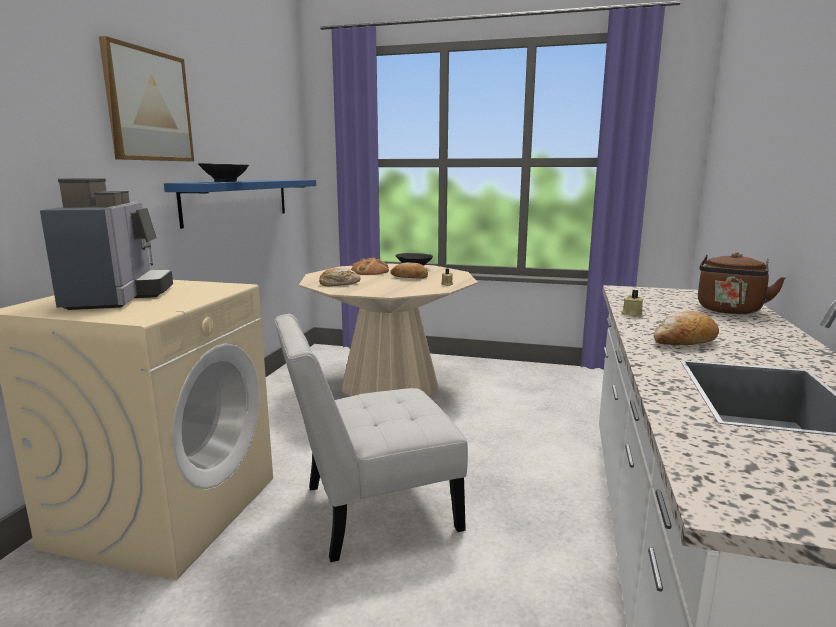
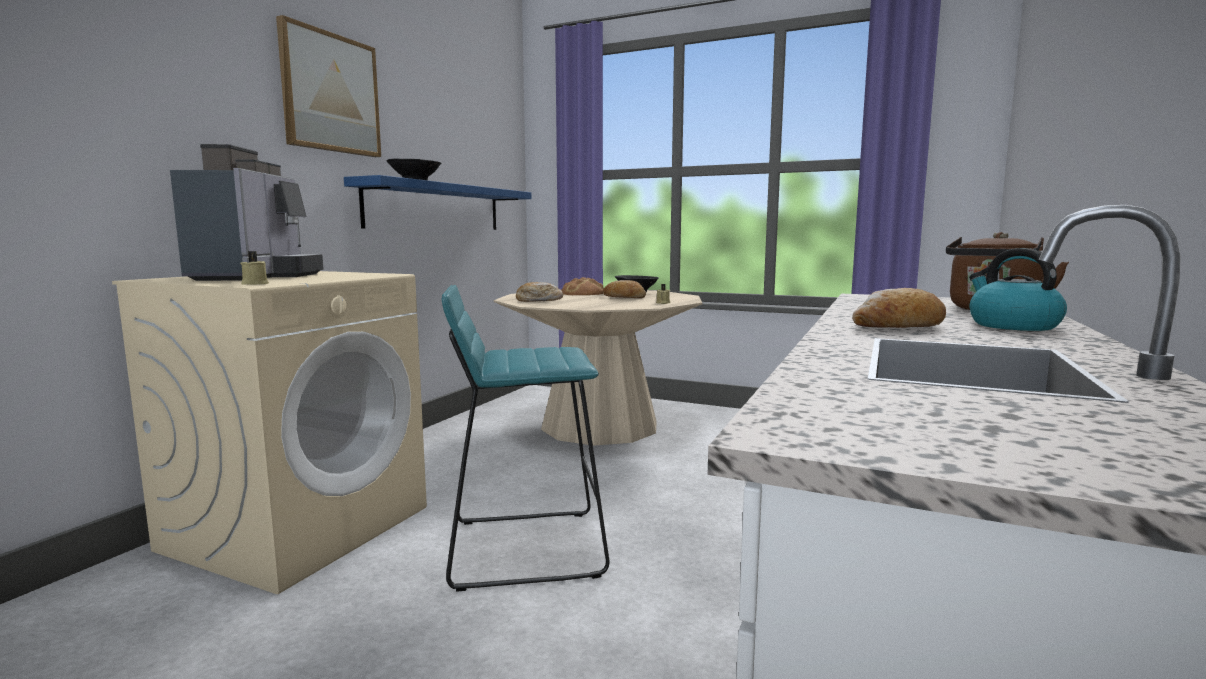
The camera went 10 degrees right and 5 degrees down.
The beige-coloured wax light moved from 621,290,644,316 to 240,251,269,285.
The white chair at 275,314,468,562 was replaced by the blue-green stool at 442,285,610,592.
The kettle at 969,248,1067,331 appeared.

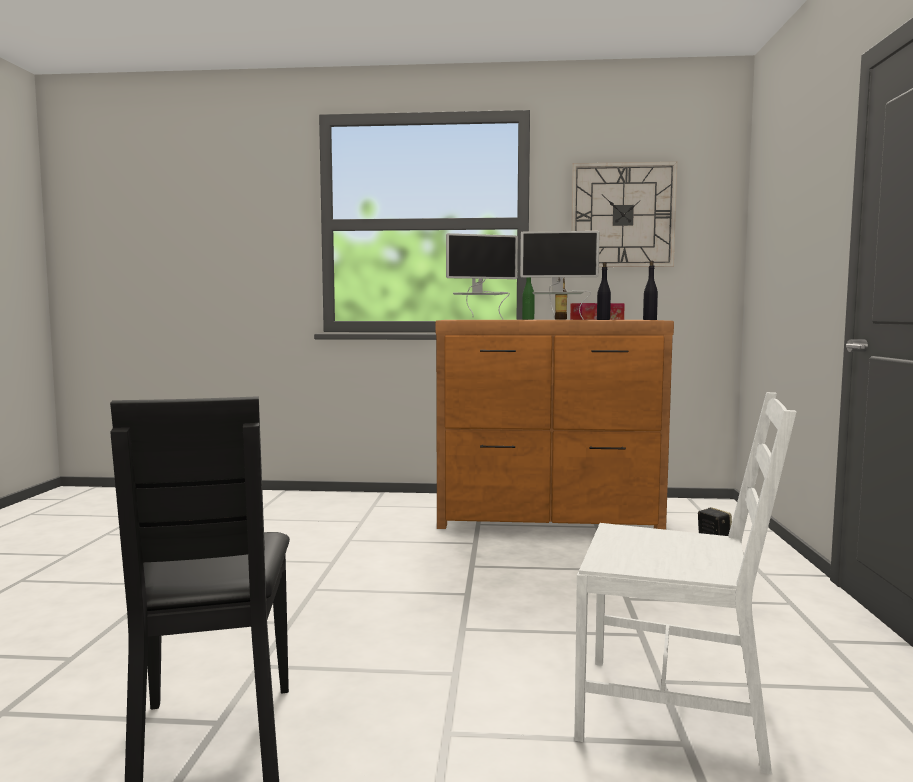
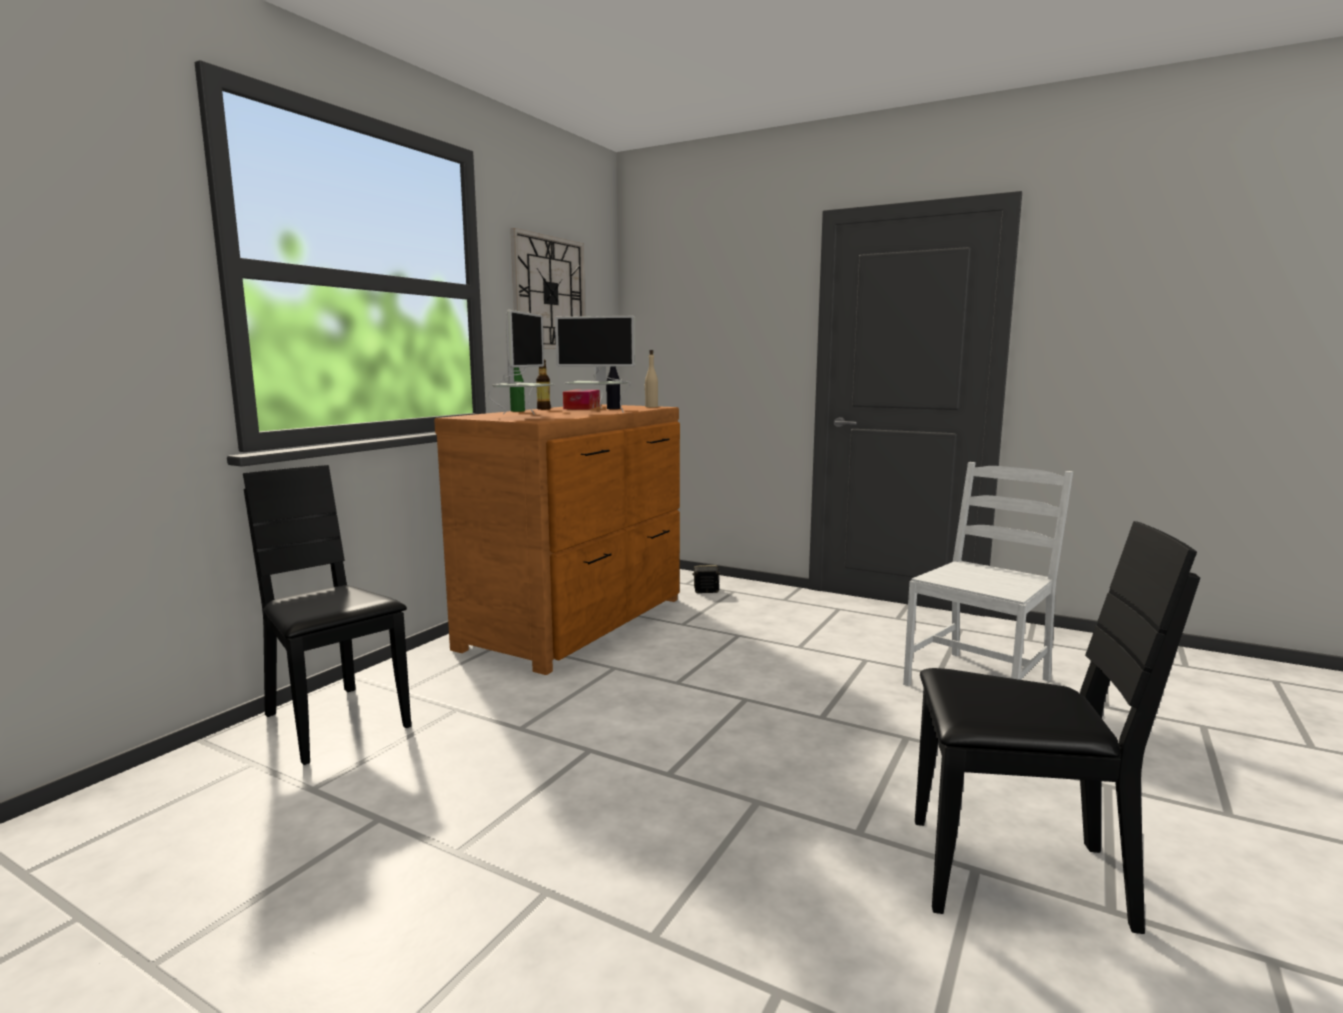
The camera went 65 degrees left and 5 degrees up.
The black chair at 243,465,411,765 appeared.
The computer display at 520,231,600,320 turned 75 degrees clockwise.
The black bottle at 643,261,658,320 became the beige-coloured bottle at 645,350,658,407.

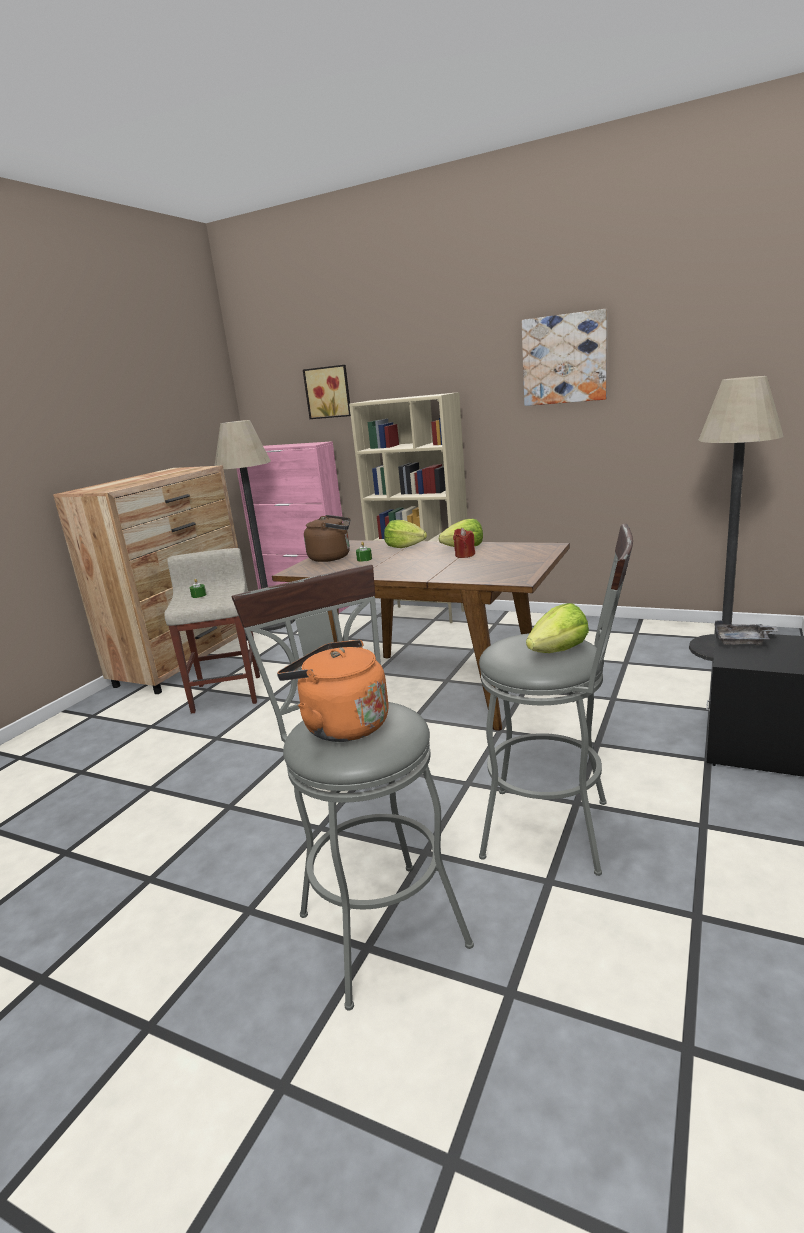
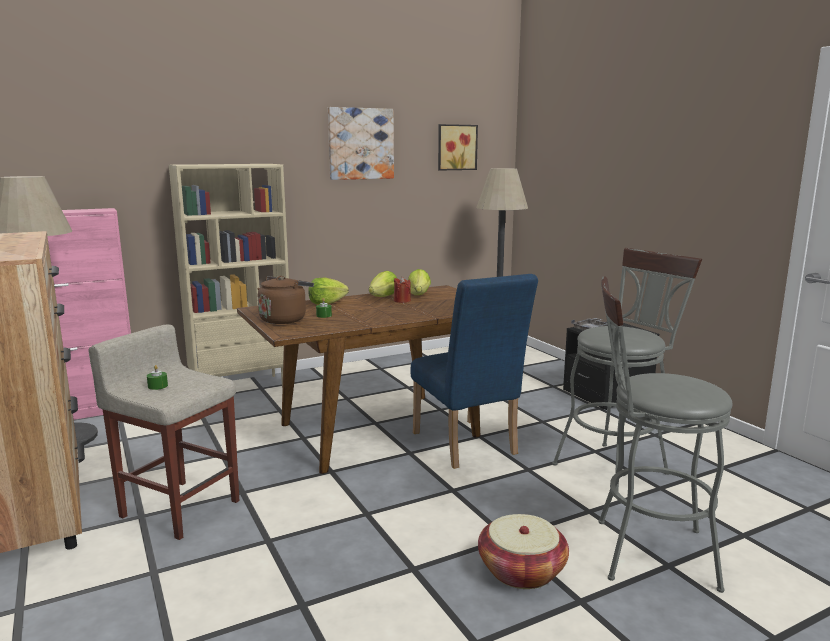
The camera went 55 degrees left and 5 degrees down.
The lettuce head moved from 526,603,589,653 to 408,269,431,295.
The blue-coloured chair at 411,274,538,469 appeared.
The wall art moved from 303,365,351,419 to 438,124,478,170.
The basket at 478,514,569,589 appeared.
The orange kettle at 277,640,389,742 disappeared.

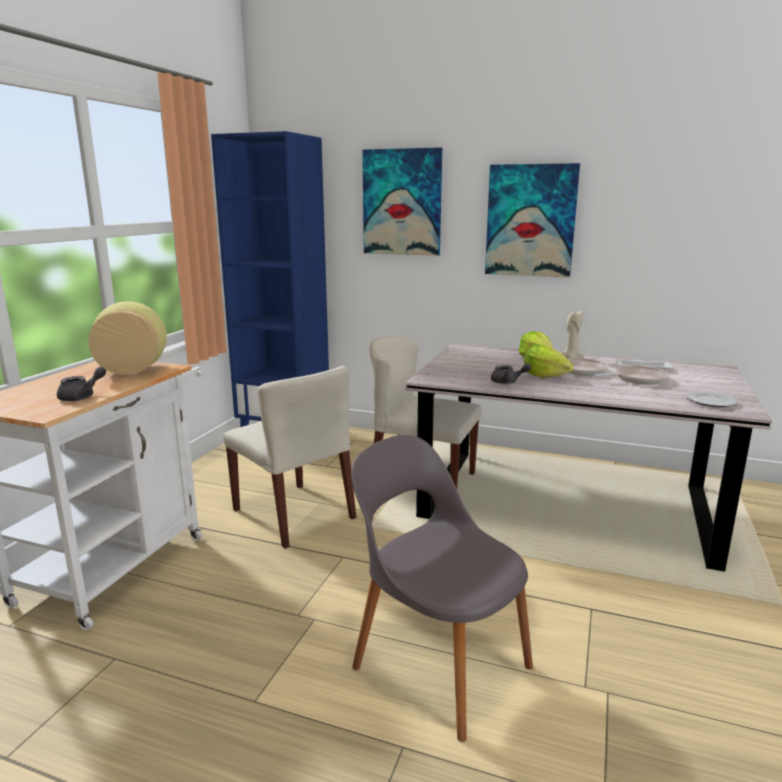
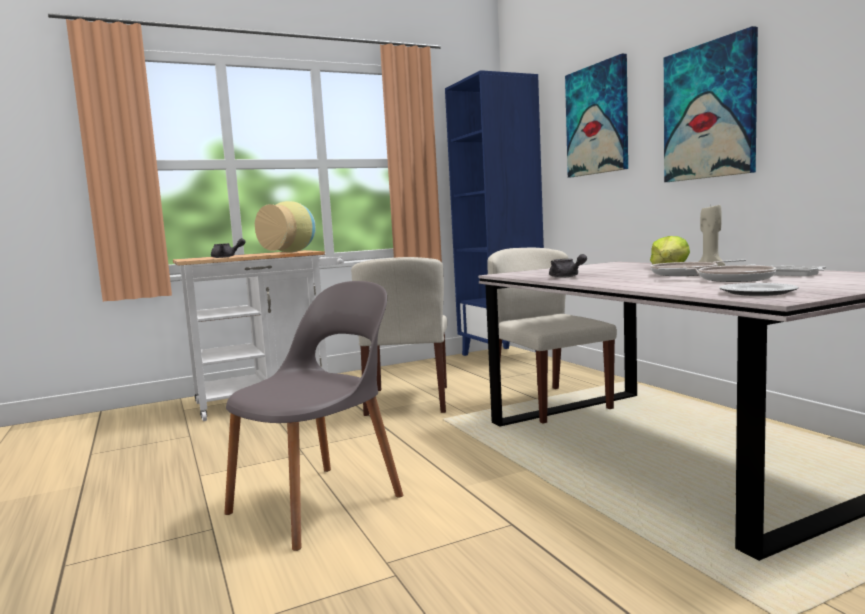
The camera went 45 degrees right and 10 degrees down.
The grey chair at 351,435,533,742 turned 45 degrees clockwise.
The lettuce head at 524,345,574,377 disappeared.

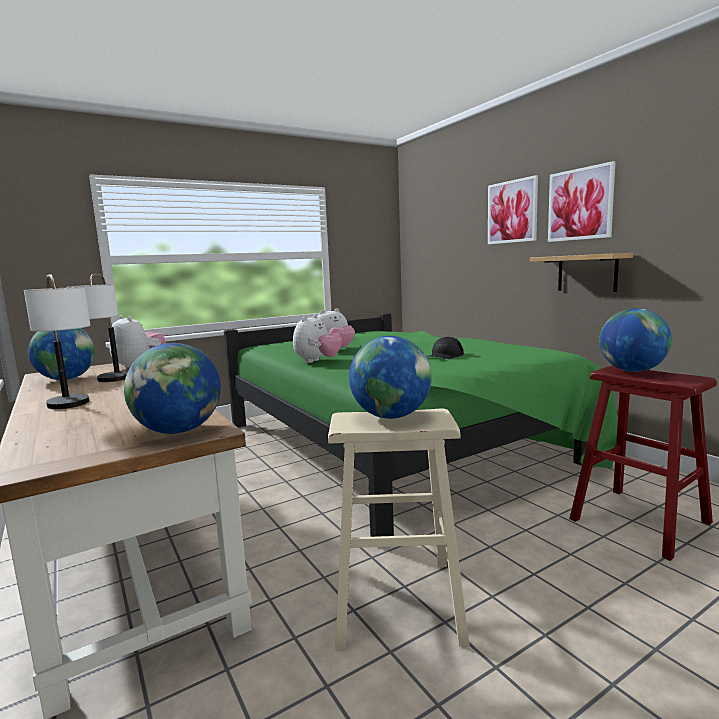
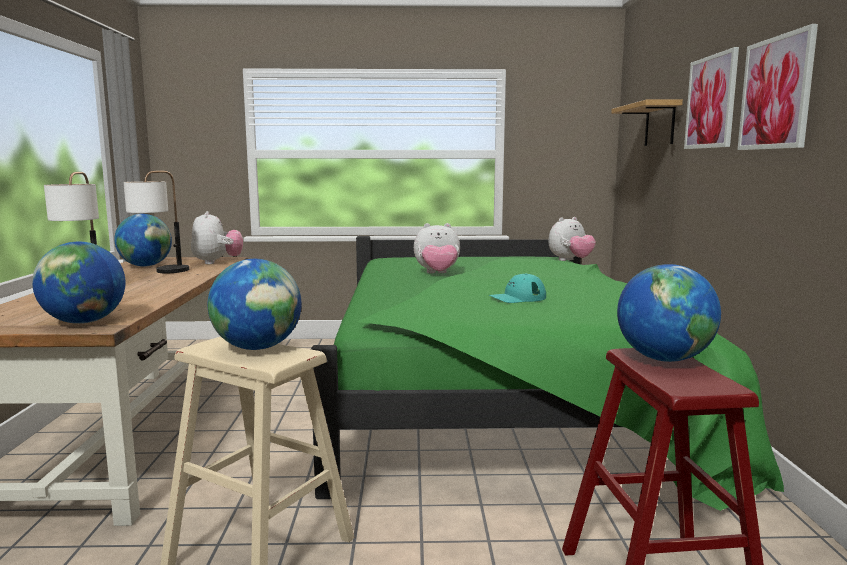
The camera went 30 degrees right and 0 degrees up.
The black cap at 426,337,464,359 became the blue-green cap at 489,274,546,303.
The soft toy moved from 293,315,342,363 to 548,217,596,261.
The bracket shelf moved from 530,253,633,292 to 611,99,683,146.

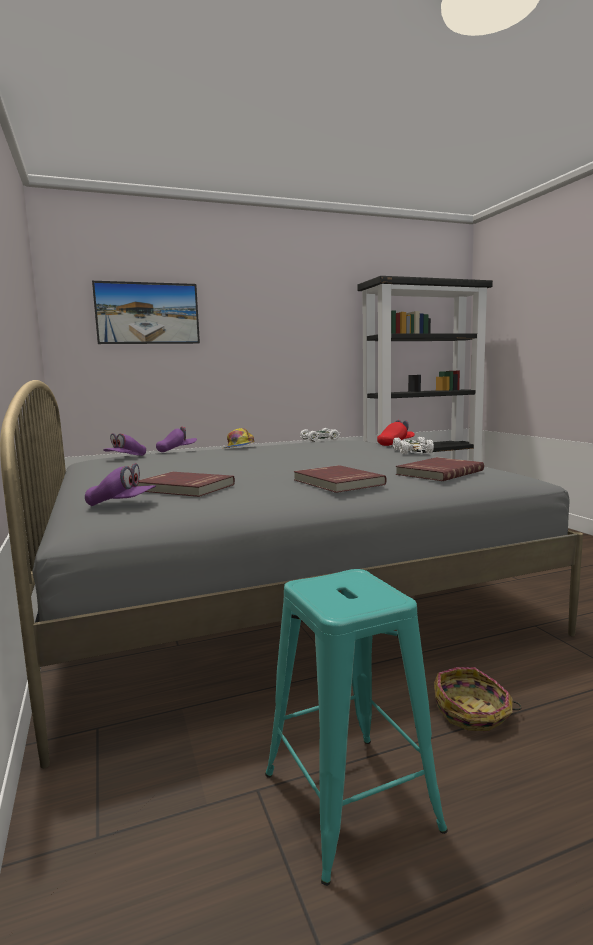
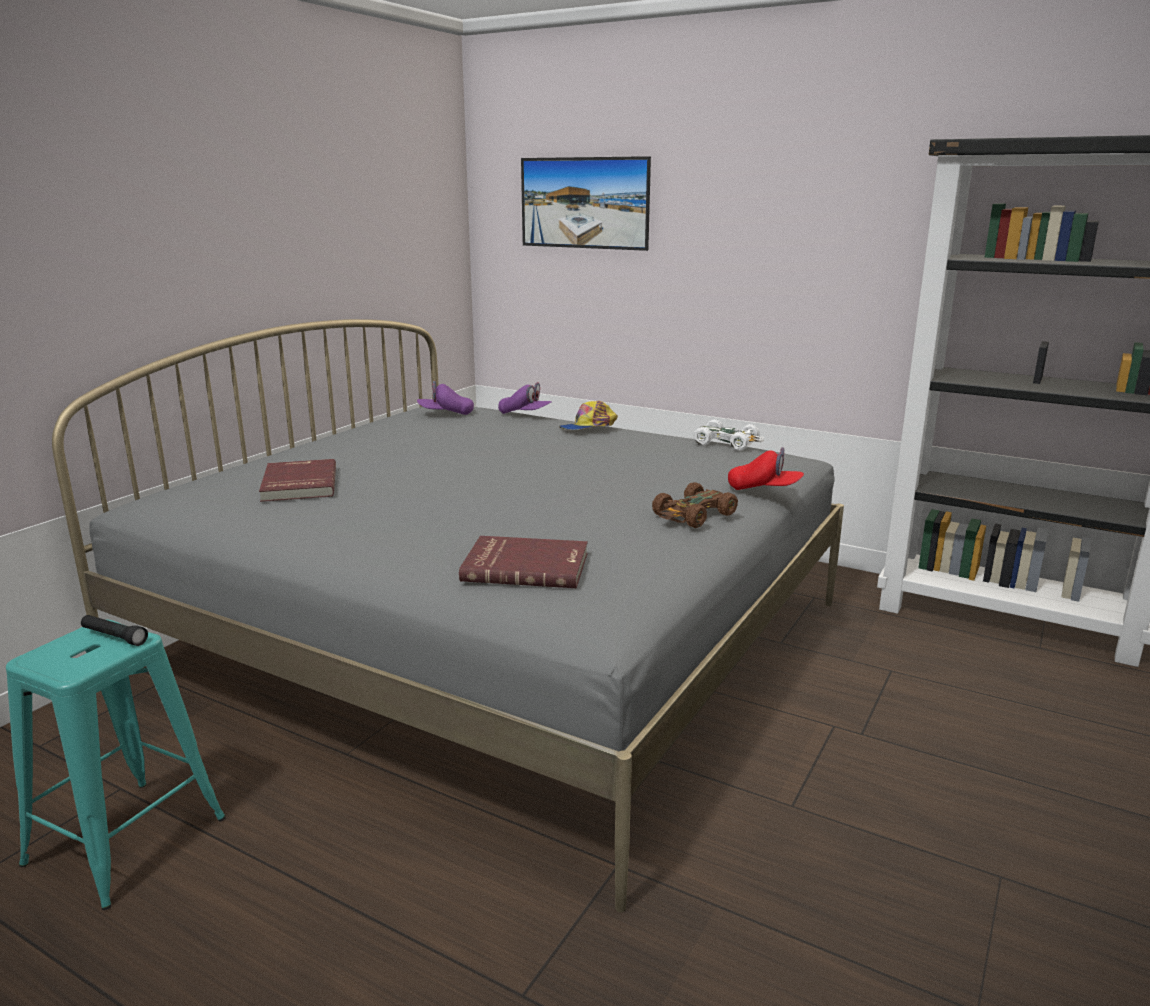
The camera went 50 degrees right and 10 degrees up.
The black hand torch at 81,615,148,646 appeared.
The white miniature car at 393,437,434,454 became the brownish miniature car at 652,482,738,528.
The purplish cap at 85,463,156,506 disappeared.
The red bound book at 294,465,387,493 disappeared.
The basket at 434,667,522,731 disappeared.

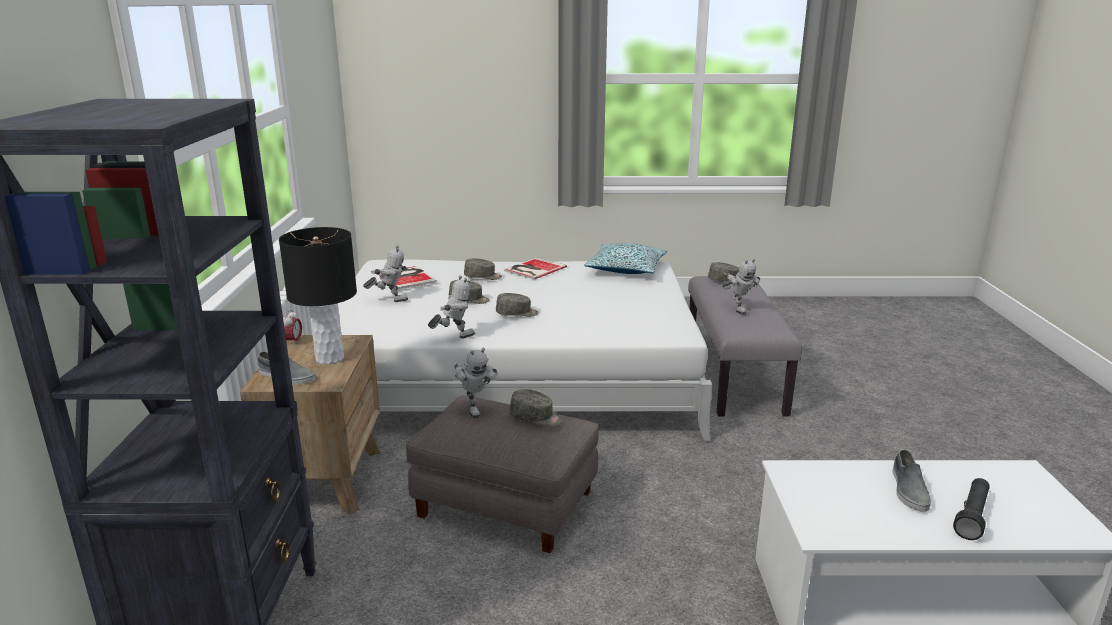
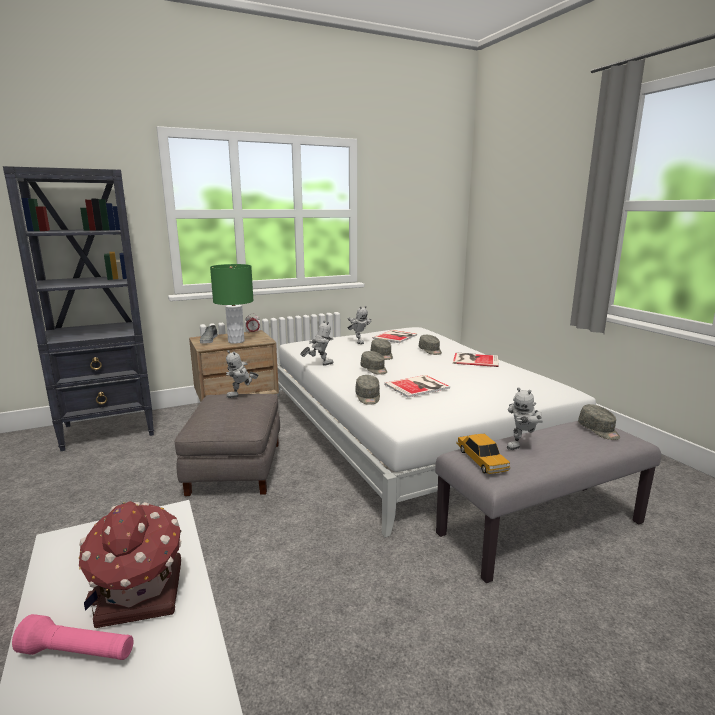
The camera went 65 degrees right and 5 degrees down.
The black hand torch at 953,478,990,540 became the pinkish hand torch at 12,614,134,660.
The grey shoe at 892,450,931,512 was replaced by the toy house at 79,501,182,628.
The black table lamp at 279,227,357,365 became the green table lamp at 210,264,254,344.
The model robot at 428,276,475,339 turned 60 degrees counterclockwise.
The grey cap moved from 510,389,562,426 to 355,375,380,405.
The bound book at 384,375,450,398 appeared.
The miniature car at 456,434,510,474 appeared.
The throw pillow at 584,243,667,274 disappeared.

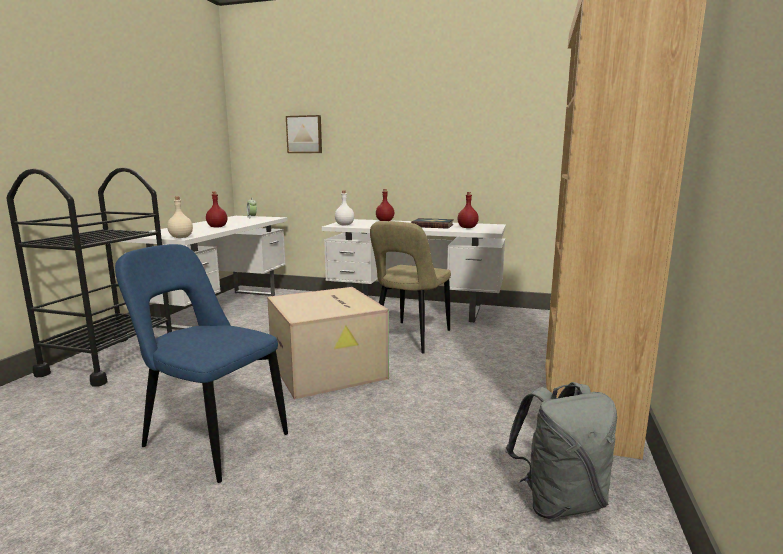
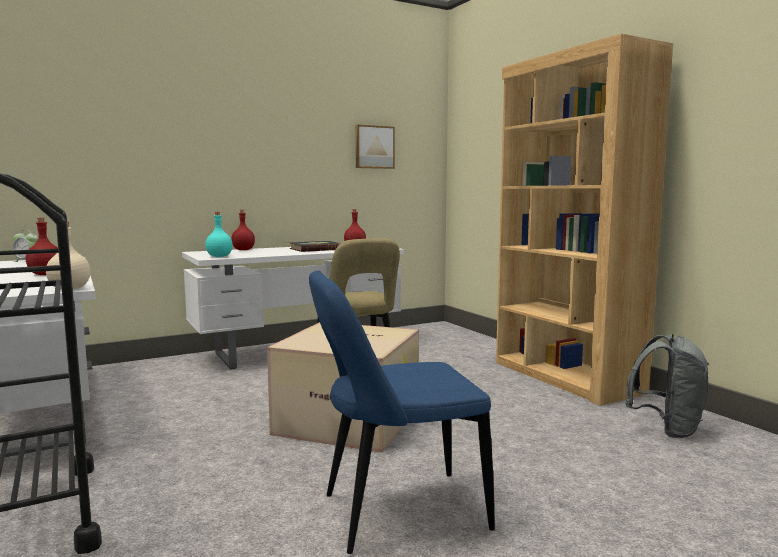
The camera went 45 degrees left and 5 degrees down.
The white bottle at 335,191,354,225 became the blue-green bottle at 205,212,233,257.
The wall art moved from 286,115,322,153 to 355,125,395,169.

